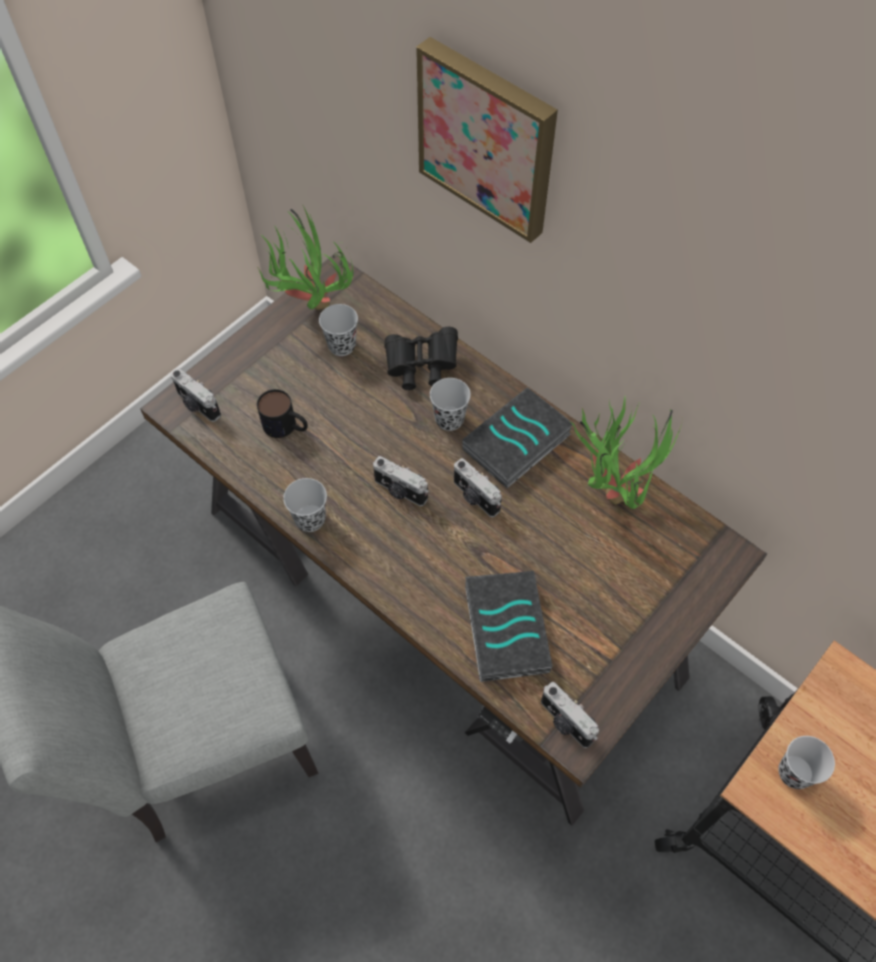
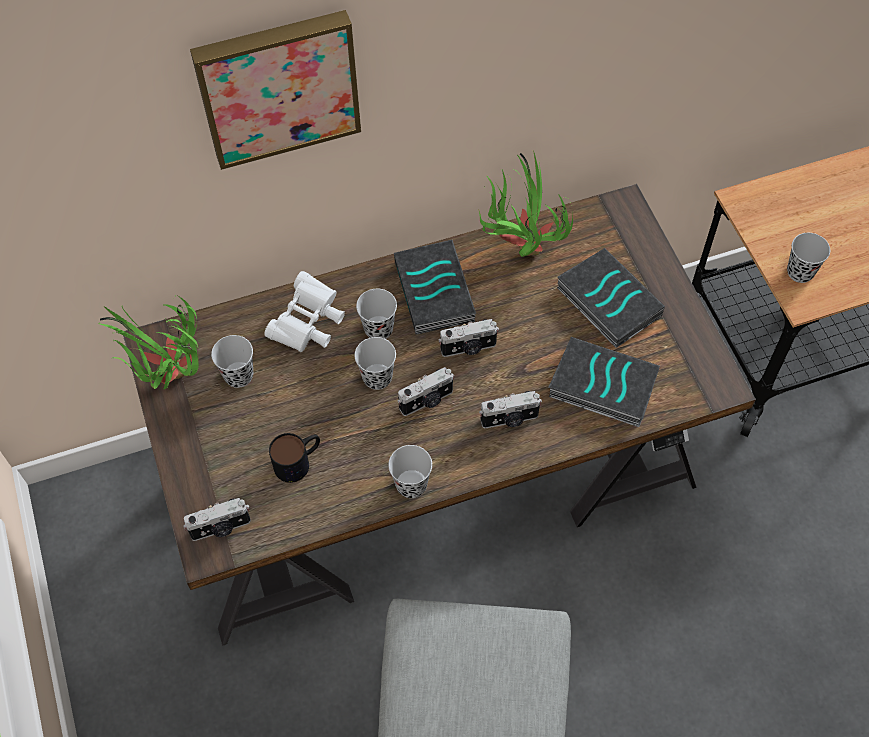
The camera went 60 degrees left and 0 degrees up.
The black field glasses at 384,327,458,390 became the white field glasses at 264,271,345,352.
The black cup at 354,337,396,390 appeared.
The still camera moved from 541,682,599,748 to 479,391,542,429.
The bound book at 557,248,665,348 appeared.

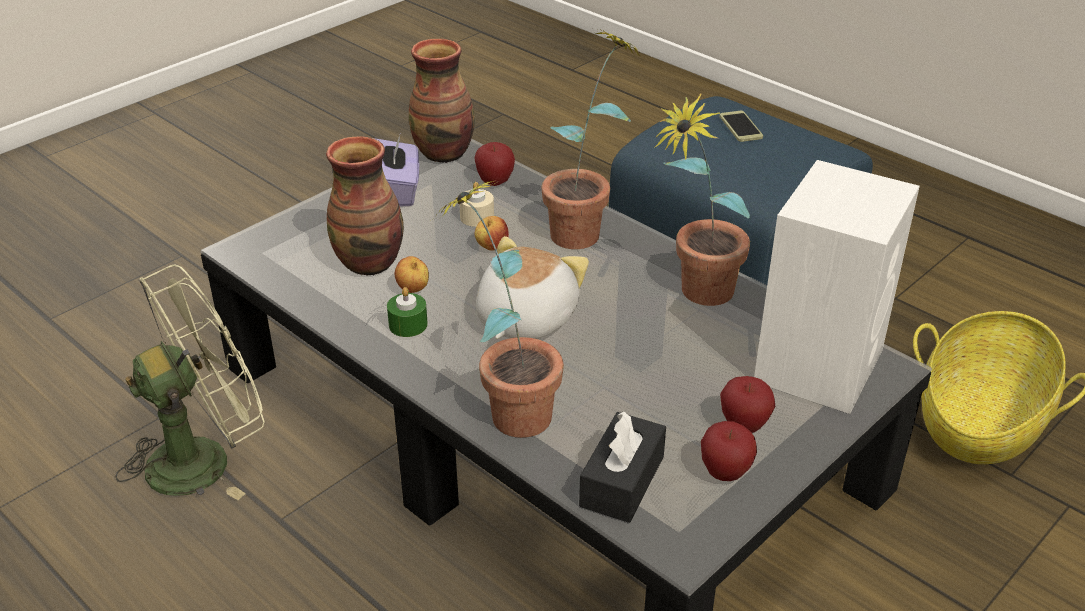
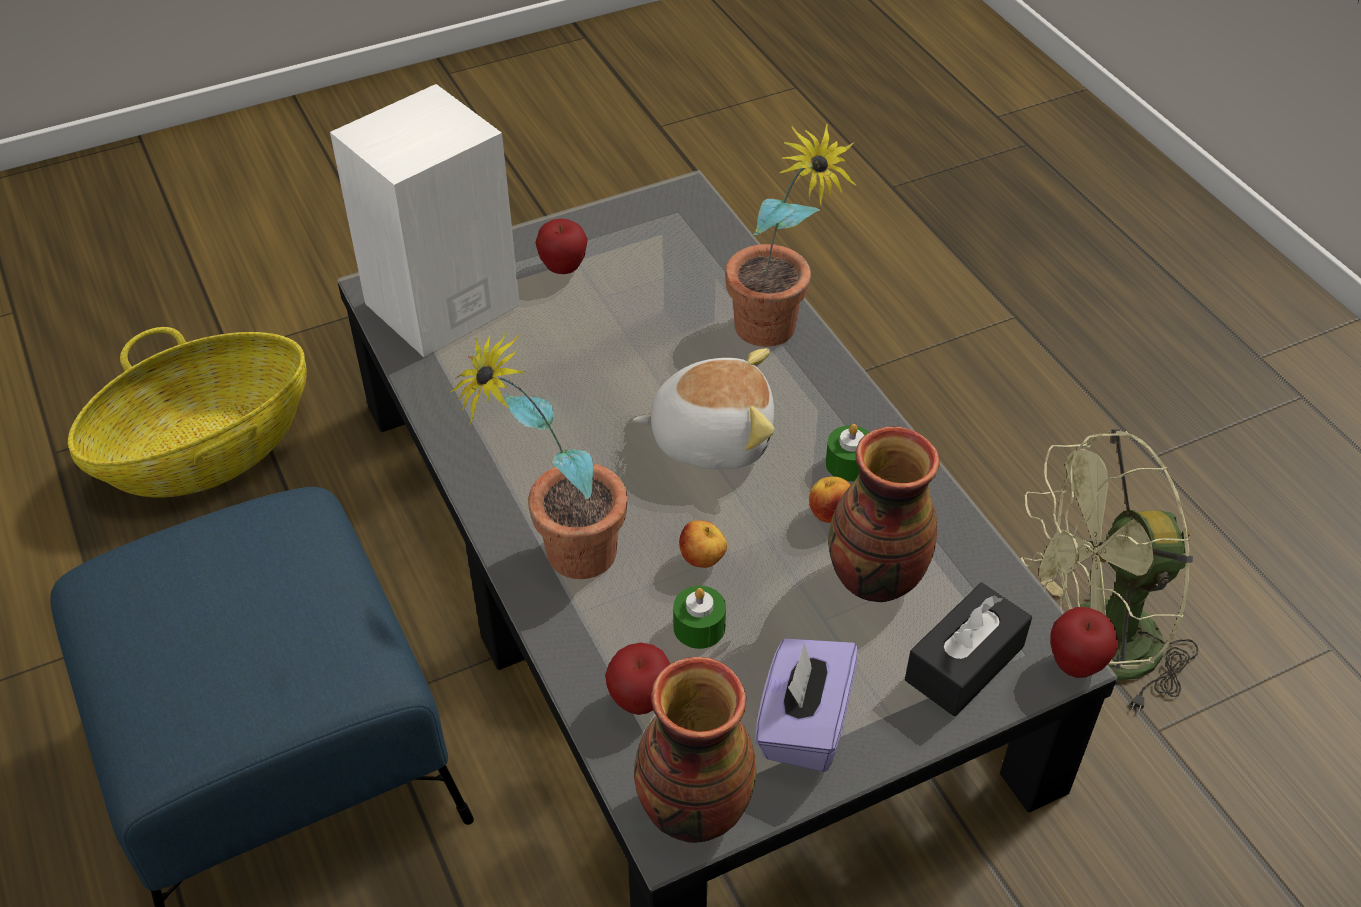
The camera went 160 degrees left and 10 degrees up.
The soft toy at 476,236,589,339 turned 135 degrees counterclockwise.
The beige-coloured wax light at 459,182,494,227 became the green wax light at 673,586,726,649.
The black tissue box moved from 579,411,666,523 to 905,583,1032,716.
The apple fruit moved from 701,421,757,481 to 1050,607,1119,678.
The potted plant at 654,93,750,306 disappeared.
The handset at 720,111,763,142 disappeared.

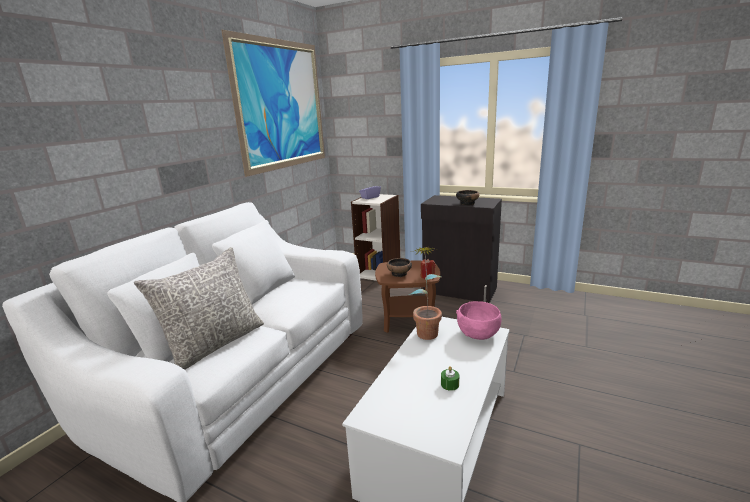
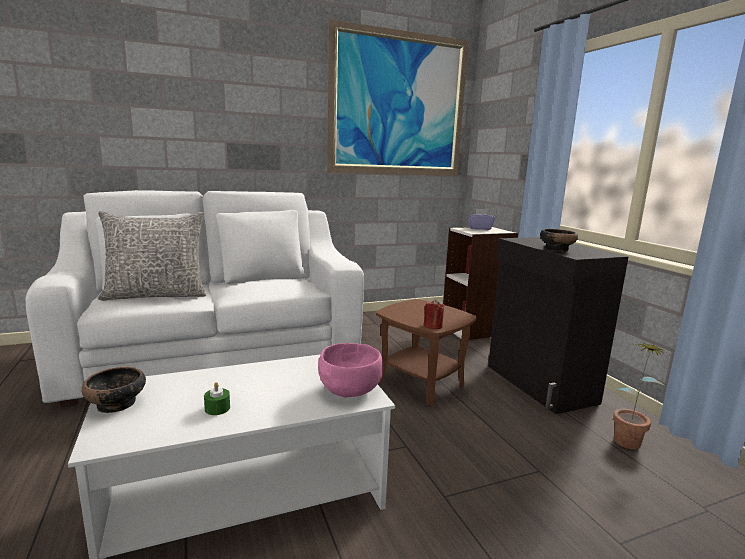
The camera went 40 degrees right and 5 degrees down.
The serving bowl moved from 387,258,412,277 to 81,367,146,413.
The potted plant moved from 409,247,442,340 to 613,342,666,449.

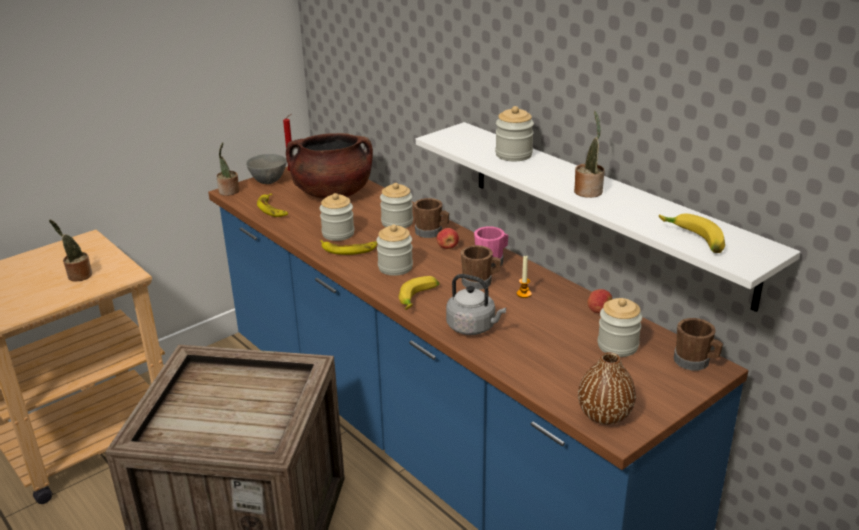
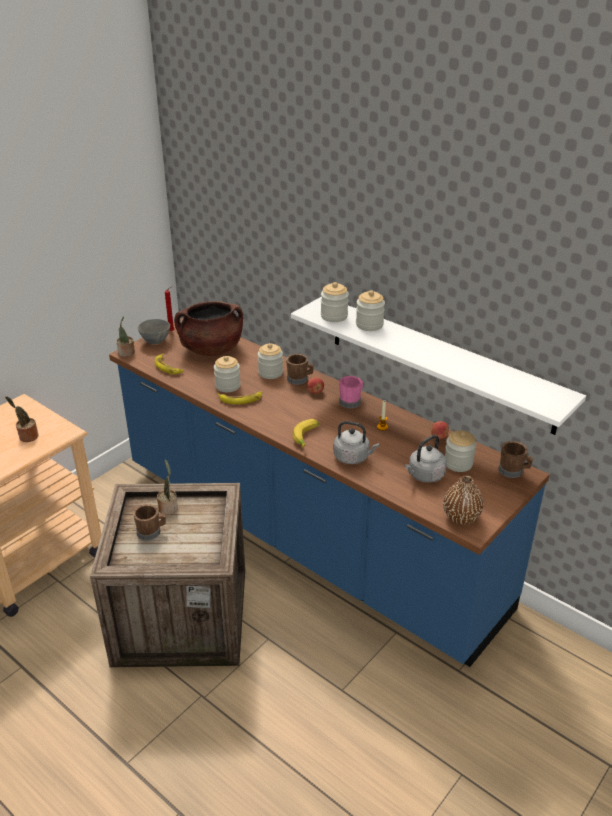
The camera went 10 degrees left and 5 degrees up.
The brownish coffee mug moved from 461,245,501,290 to 133,504,166,540.
The potted plant moved from 574,111,605,198 to 157,459,178,515.
The preserve jar moved from 376,225,413,276 to 321,282,349,322.
The grey kettle at 405,435,447,483 appeared.
The banana fruit at 659,214,725,253 disappeared.

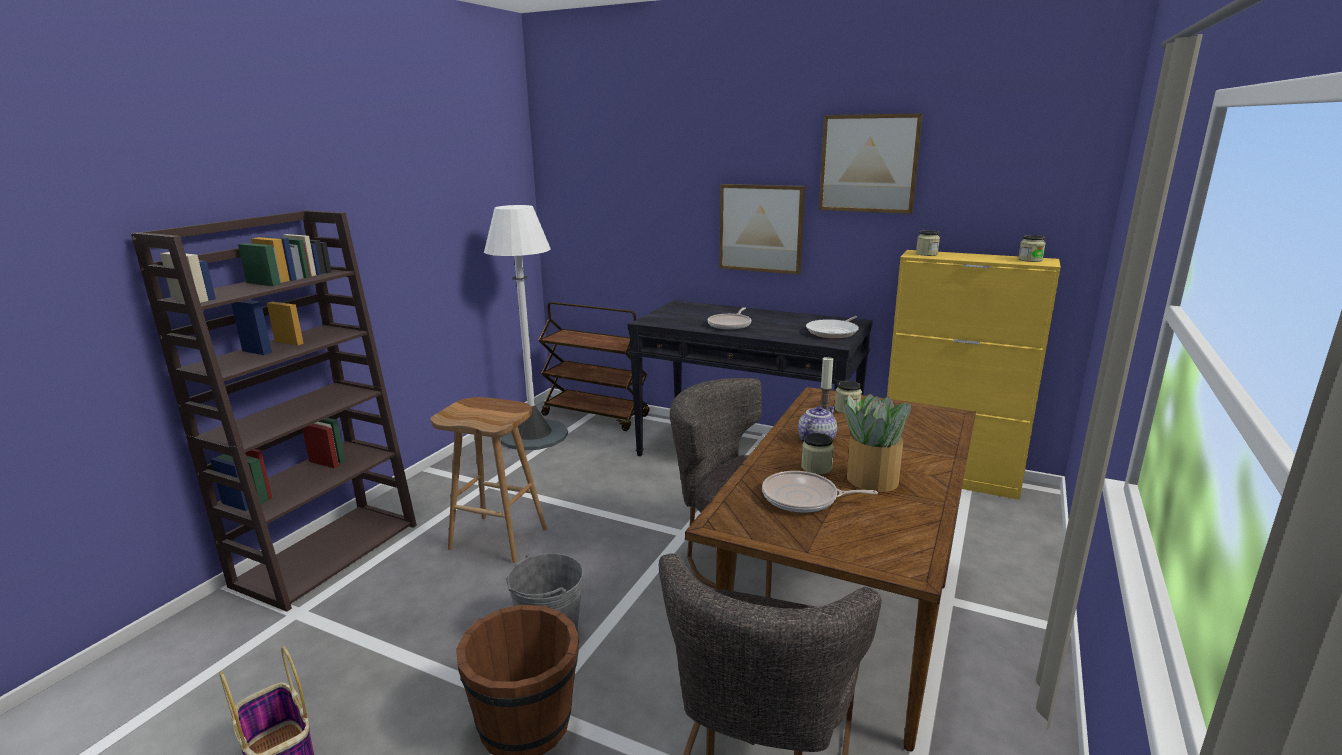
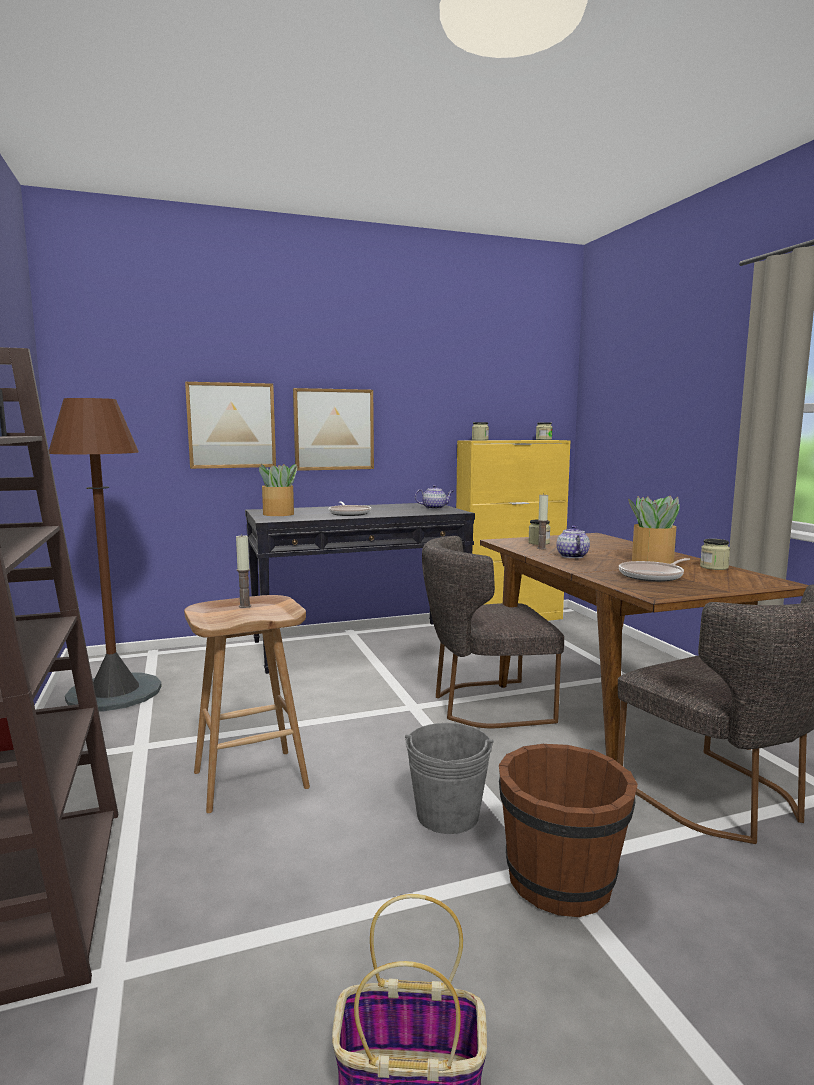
The camera went 45 degrees left and 10 degrees down.
The white floor lamp at 484,205,568,450 became the brownish floor lamp at 49,398,161,712.
The wall art moved from 819,113,923,214 to 185,382,276,469.
The wax light at 236,534,251,608 appeared.
The potted plant at 259,463,297,516 appeared.
The pan at 806,316,859,339 was replaced by the tea pot at 415,485,453,509.
The preserve jar moved from 801,433,834,474 to 700,539,730,570.
The brownish wheeled cart at 538,302,650,431 disappeared.

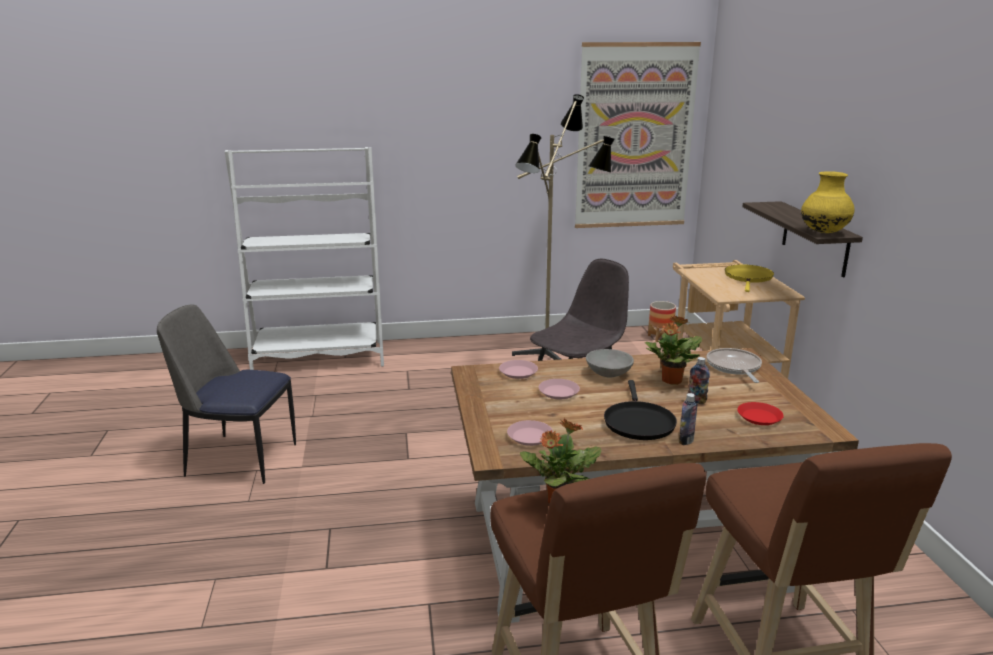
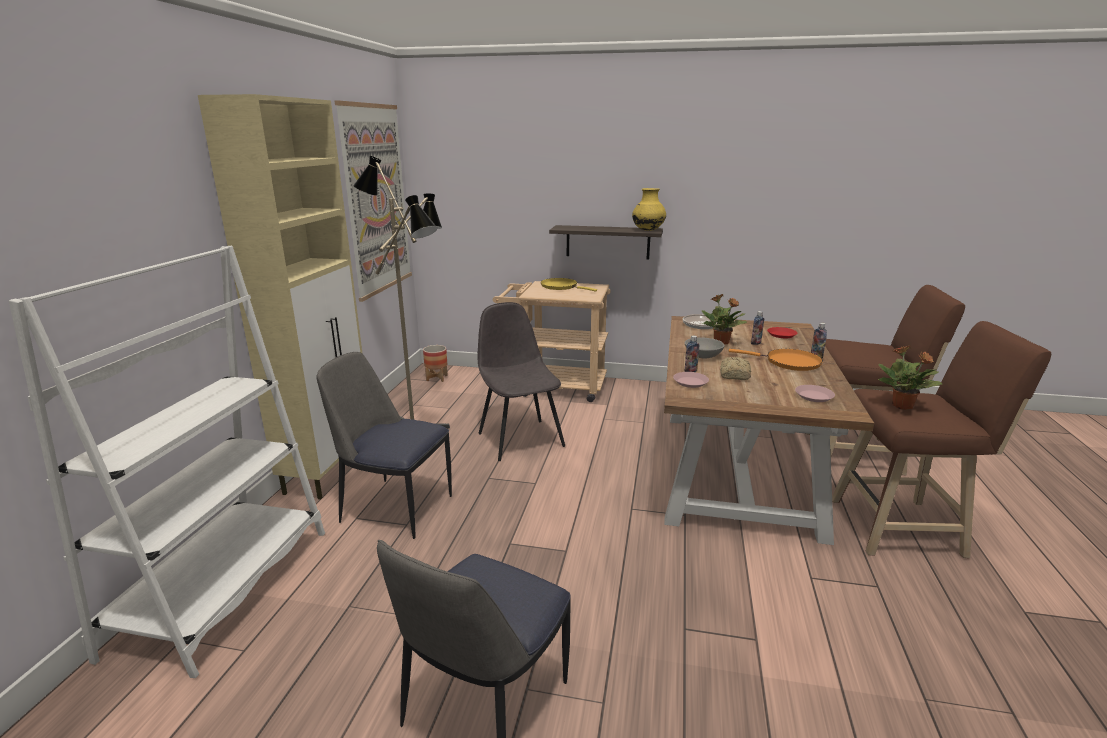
The camera went 70 degrees left and 0 degrees up.
The beige-coloured storage cabinet at 198,94,363,500 appeared.
The chair at 317,352,452,539 appeared.
The bottle at 684,335,699,372 appeared.
The pinkish dinner plate at 538,379,580,399 was replaced by the baked bread at 720,357,751,380.
The black pan at 604,380,677,440 became the orange pan at 729,349,823,371.

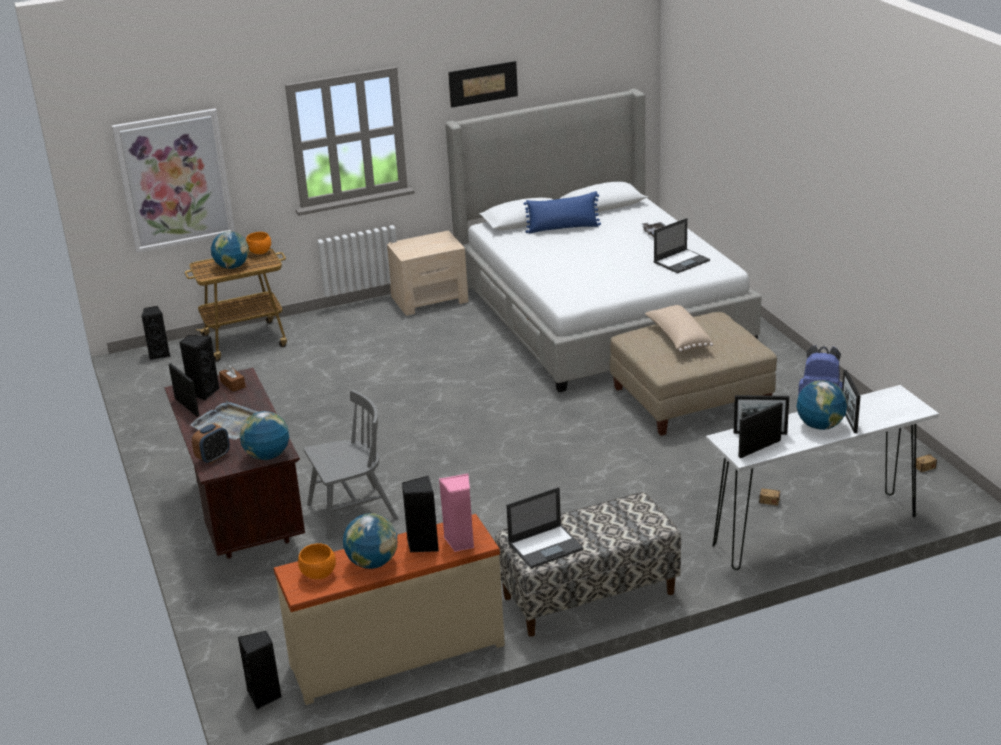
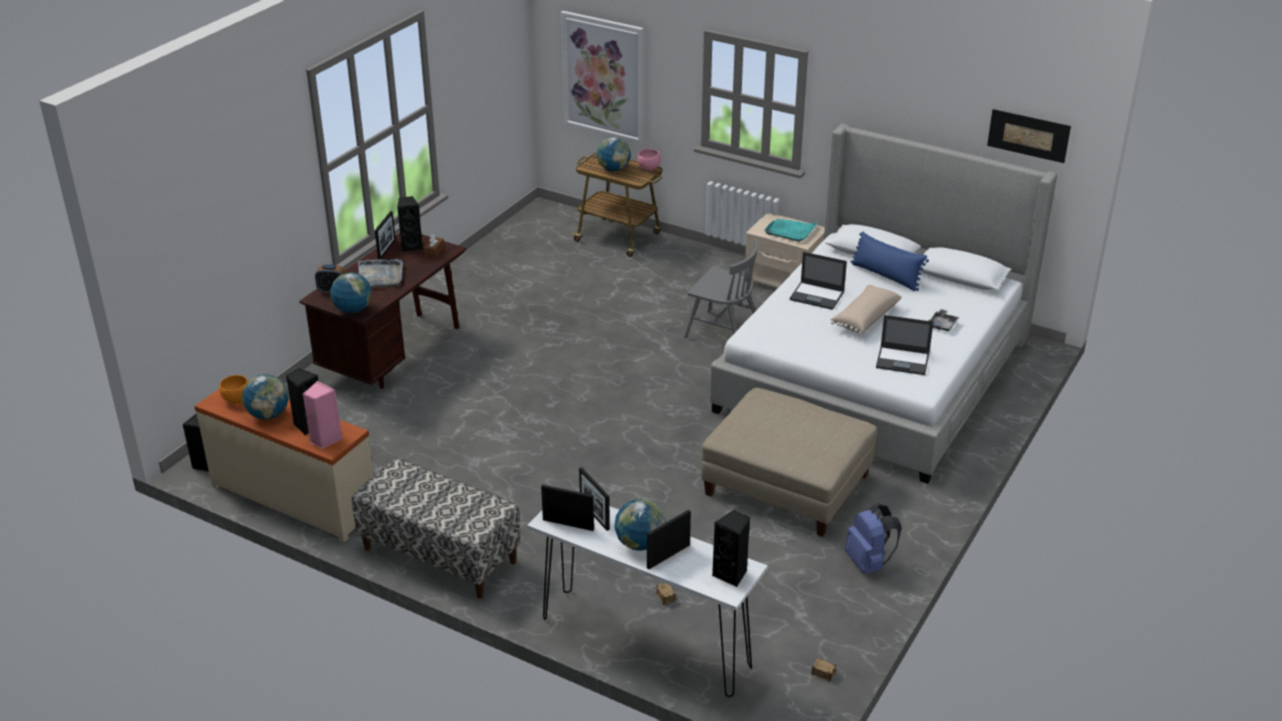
The camera went 50 degrees right and 5 degrees up.
The orange serving bowl at 246,232,271,254 became the pinkish serving bowl at 637,149,661,171.
The grey chair moved from 304,390,398,540 to 684,240,758,338.
The black speaker moved from 142,306,170,360 to 712,510,750,587.
The blue-green tray at 764,219,818,242 appeared.
The notebook computer moved from 506,487,583,569 to 790,252,847,310.
The beige-coloured throw pillow moved from 645,305,713,352 to 830,285,902,335.
The wall art moved from 448,61,518,108 to 987,109,1071,163.

